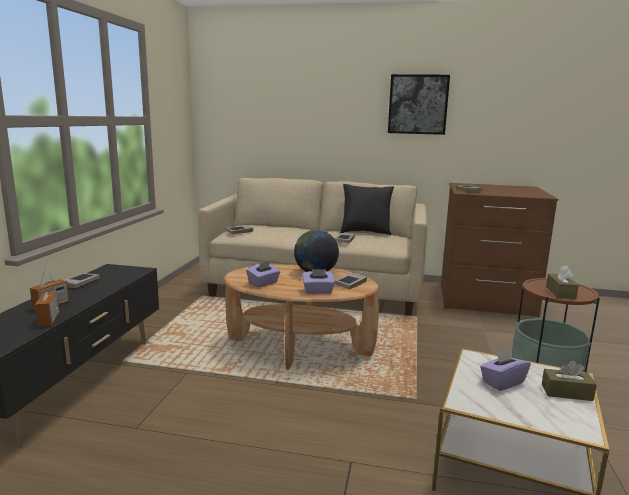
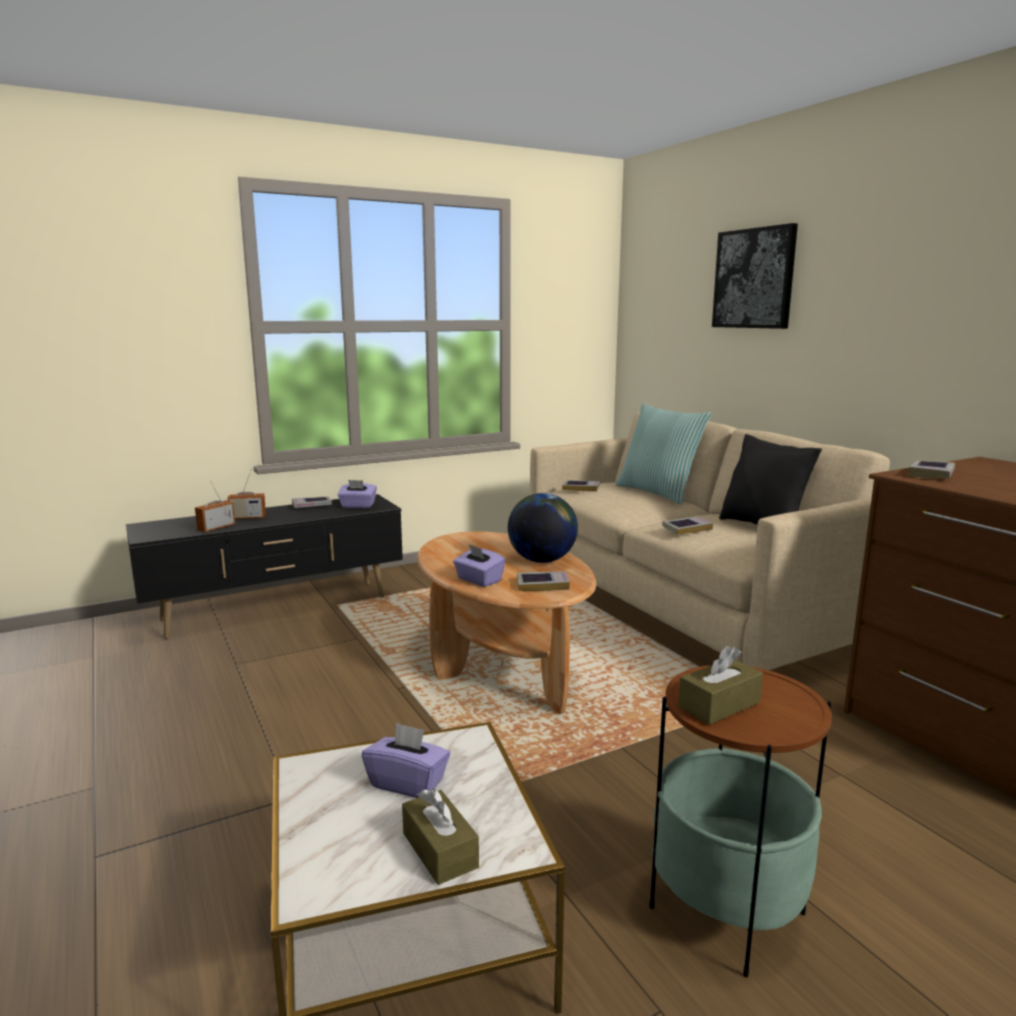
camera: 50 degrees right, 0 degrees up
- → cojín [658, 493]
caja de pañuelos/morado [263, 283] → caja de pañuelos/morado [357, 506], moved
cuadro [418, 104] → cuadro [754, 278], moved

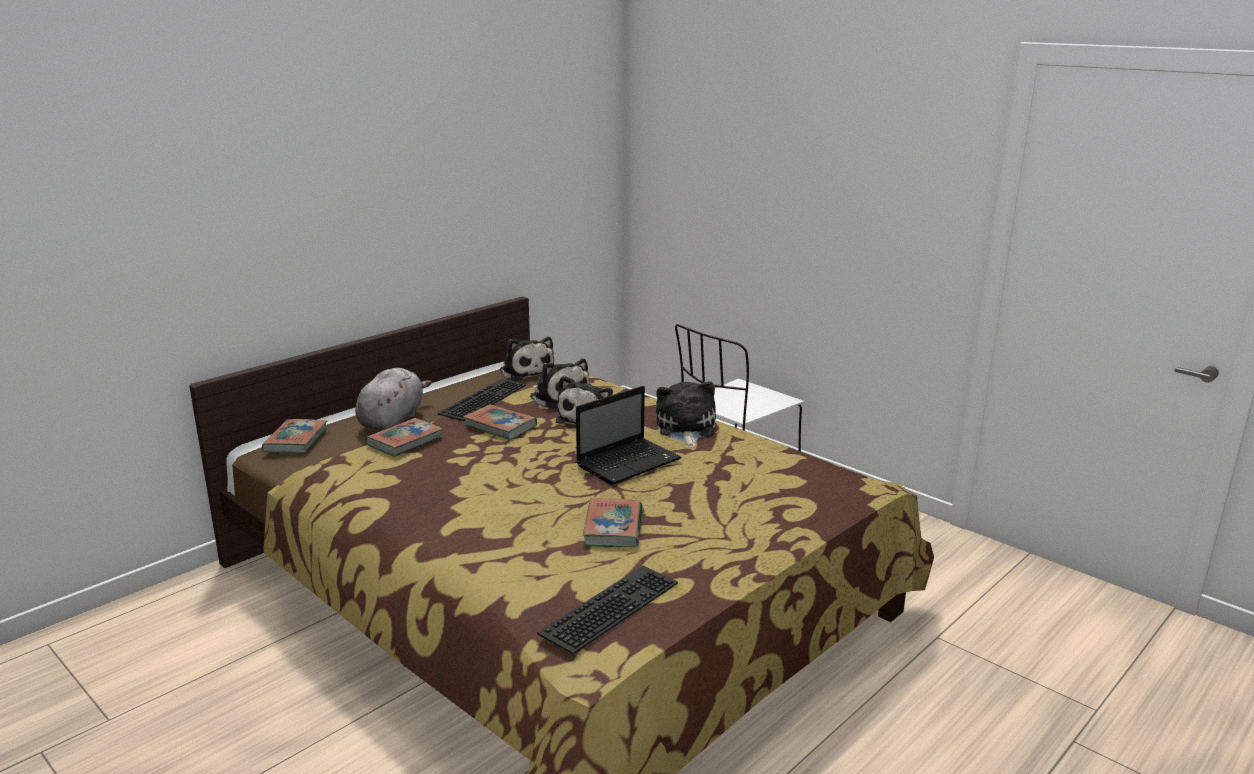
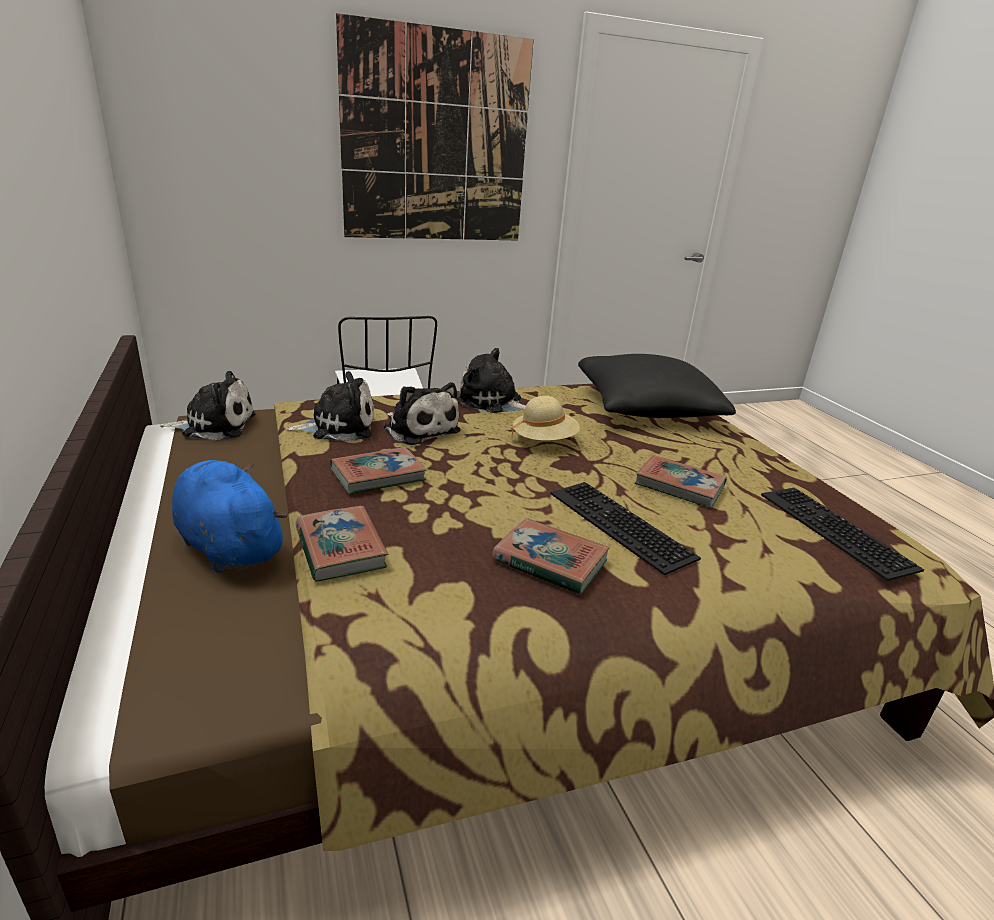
camera: 65 degrees left, 5 degrees up
- → cuadro [436, 139]
- → cojín/negro [646, 408]
libro [296, 441] → libro [550, 561], moved
teclado [482, 398] → teclado [616, 524], moved
portátil [629, 462] → sombrero/beis [544, 441]
peluche/gris [392, 420] → peluche/azul [229, 545]

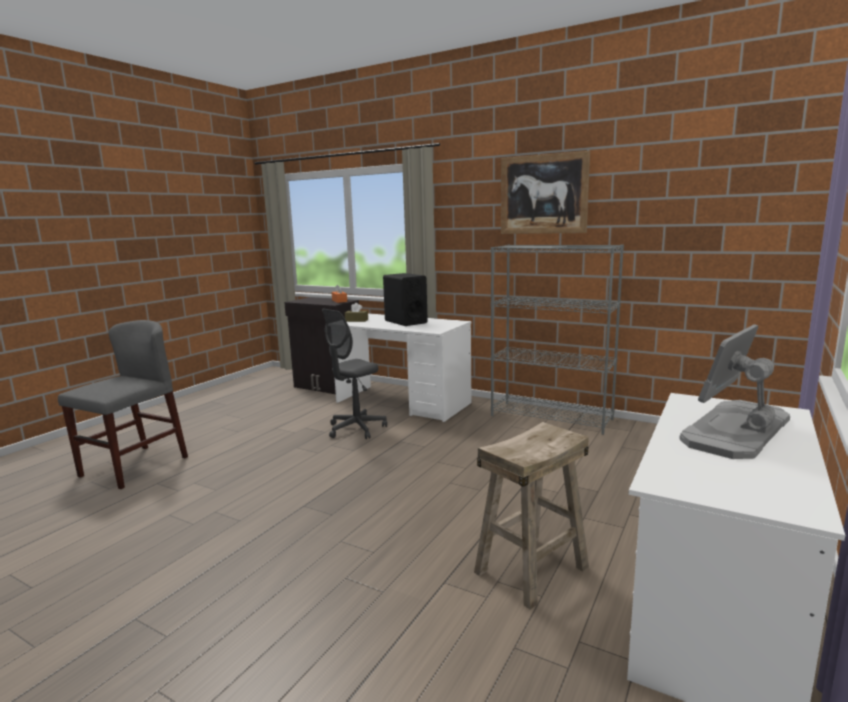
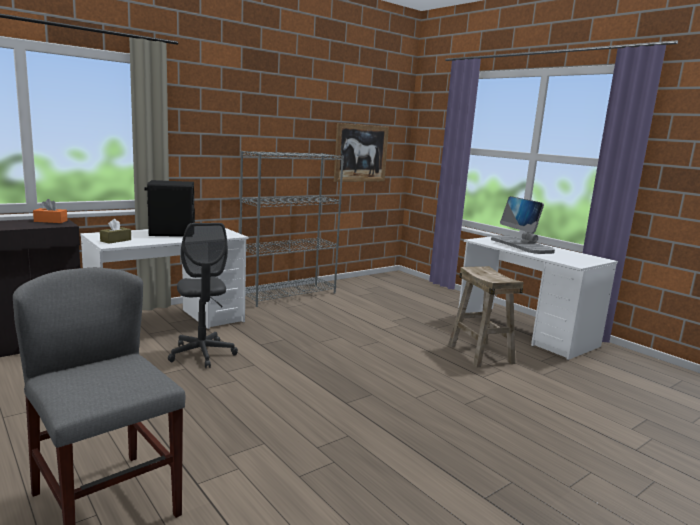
camera: 70 degrees left, 0 degrees up
cuadro [543, 194] → cuadro [361, 153], moved

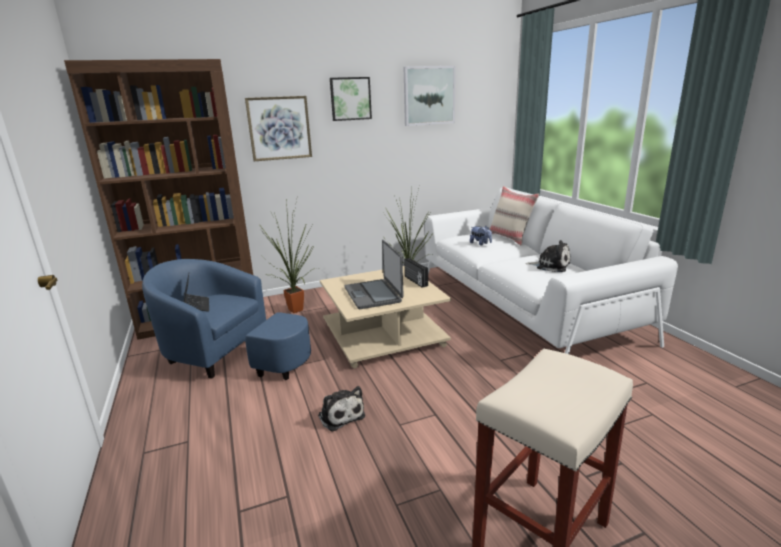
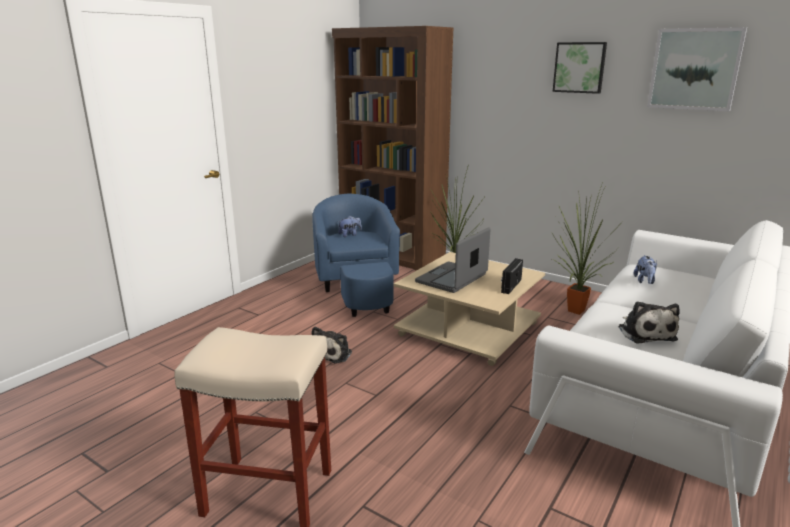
camera: 55 degrees right, 0 degrees up
cuadro [279, 128] → -
cojín/beis [510, 238] → -
portátil [196, 306] → peluche [350, 235]

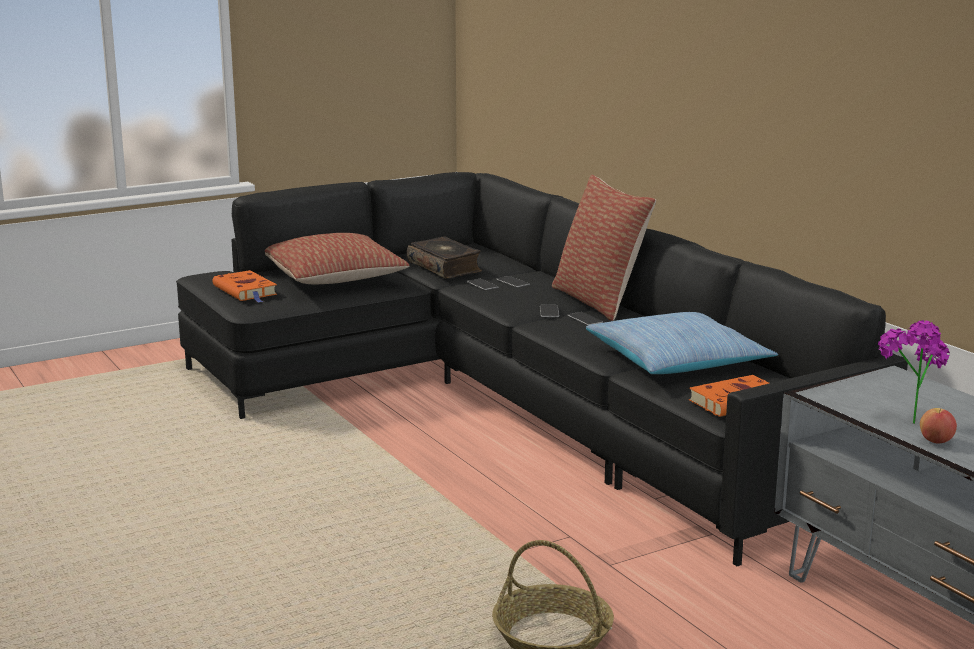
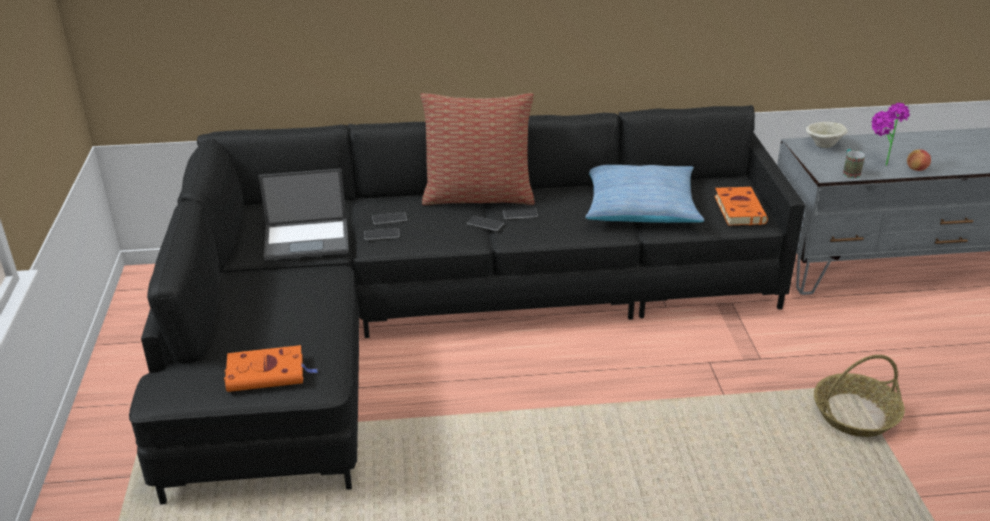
camera: 65 degrees left, 15 degrees up
cojín [335, 278] → -
- → cuenco/beis [823, 146]
- → taza grande [850, 172]
libro [445, 267] → portátil [308, 239]

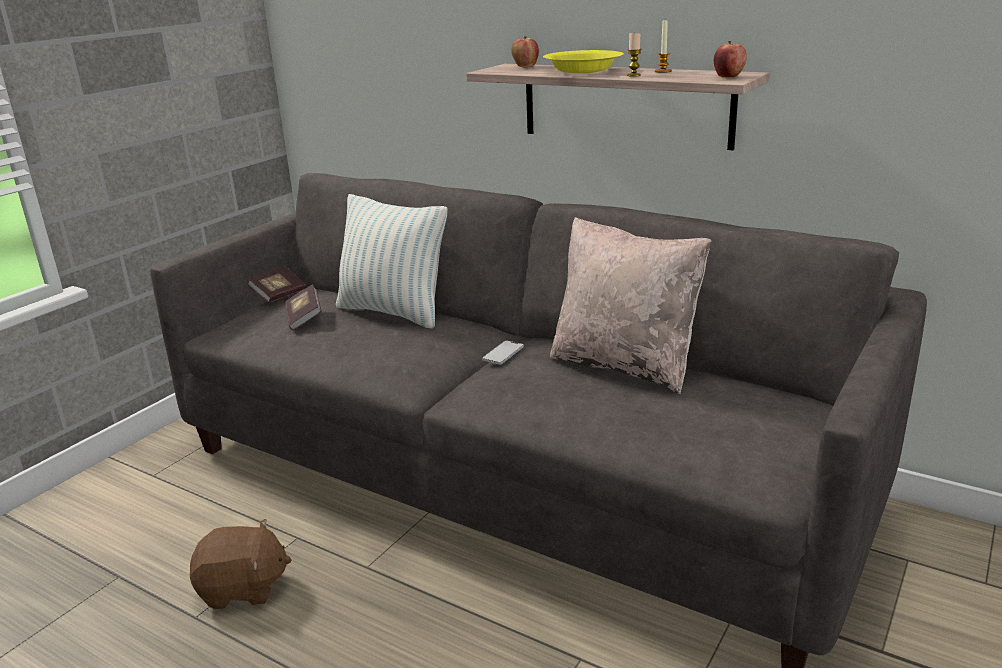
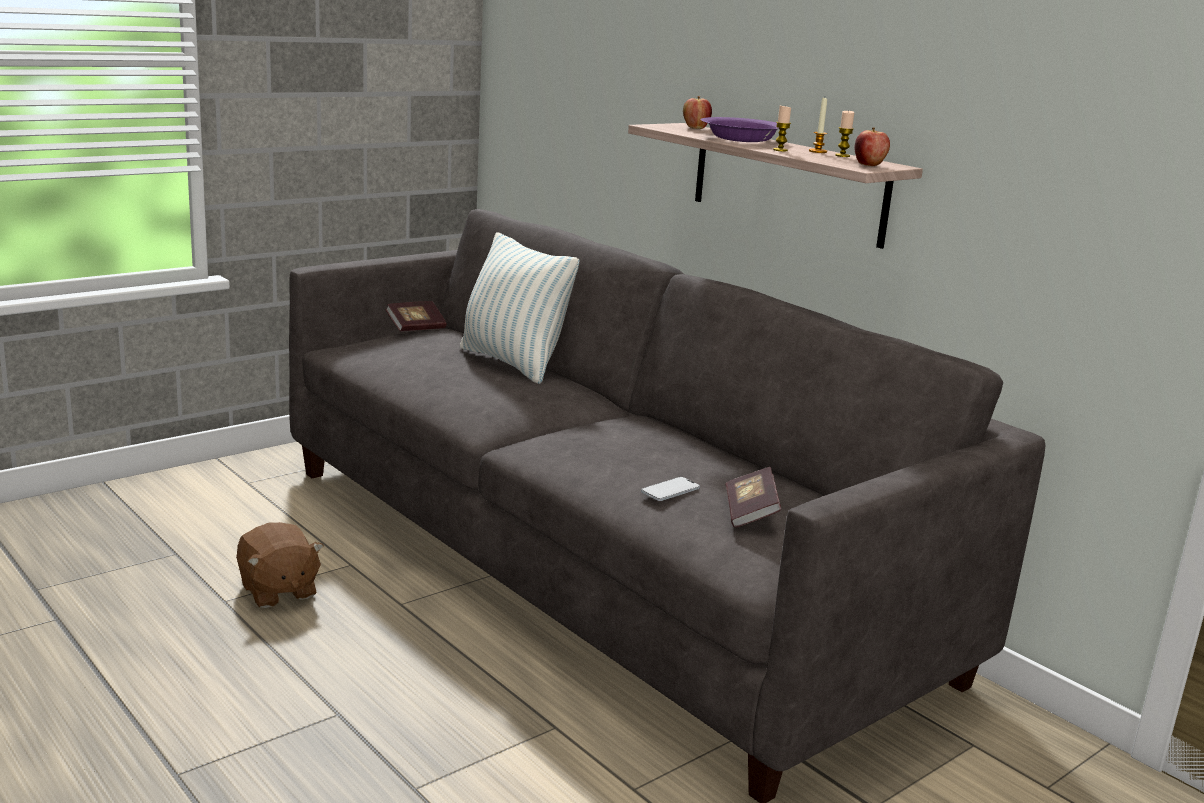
camera: 15 degrees right, 5 degrees down
cojín/beis [625, 365] → -
- → vela [842, 156]
libro [304, 318] → libro [750, 512], moved
móvil [503, 353] → móvil [670, 490], moved
cuenco/amarillo [583, 71] → cuenco/morado [741, 139]
peluche/marrón [243, 588] → peluche/marrón [277, 591], 45 degrees clockwise

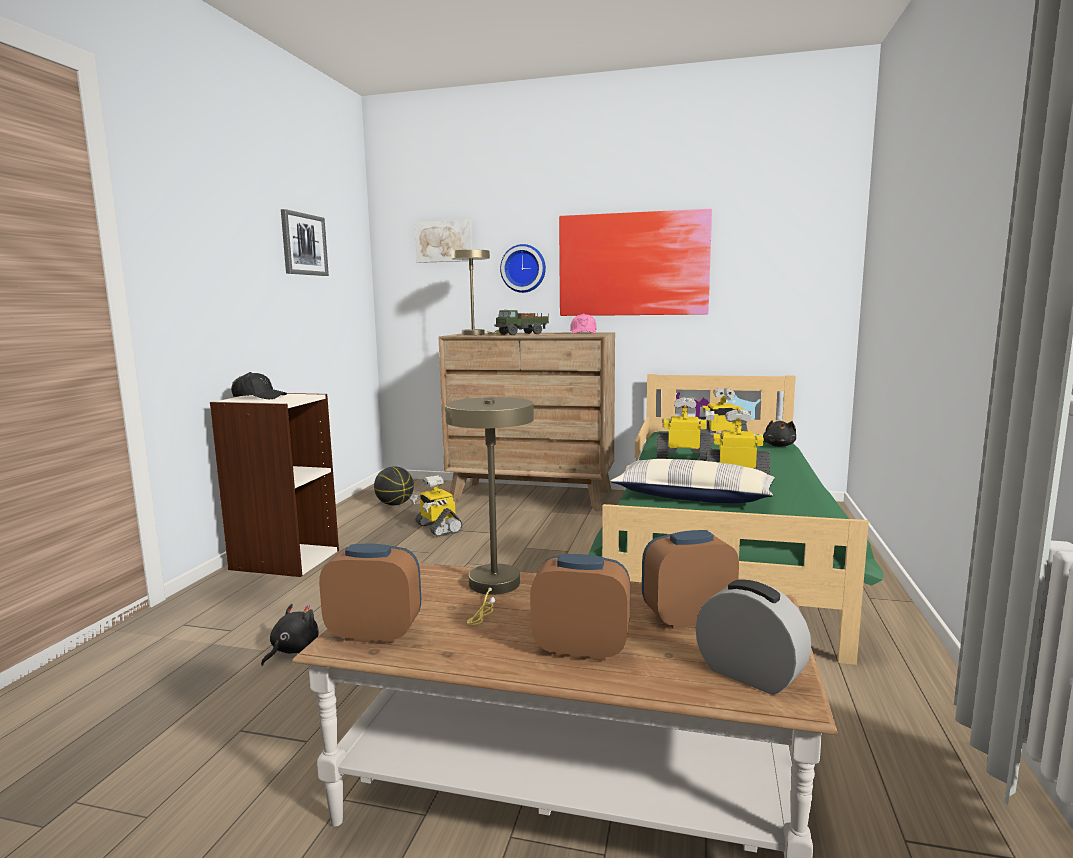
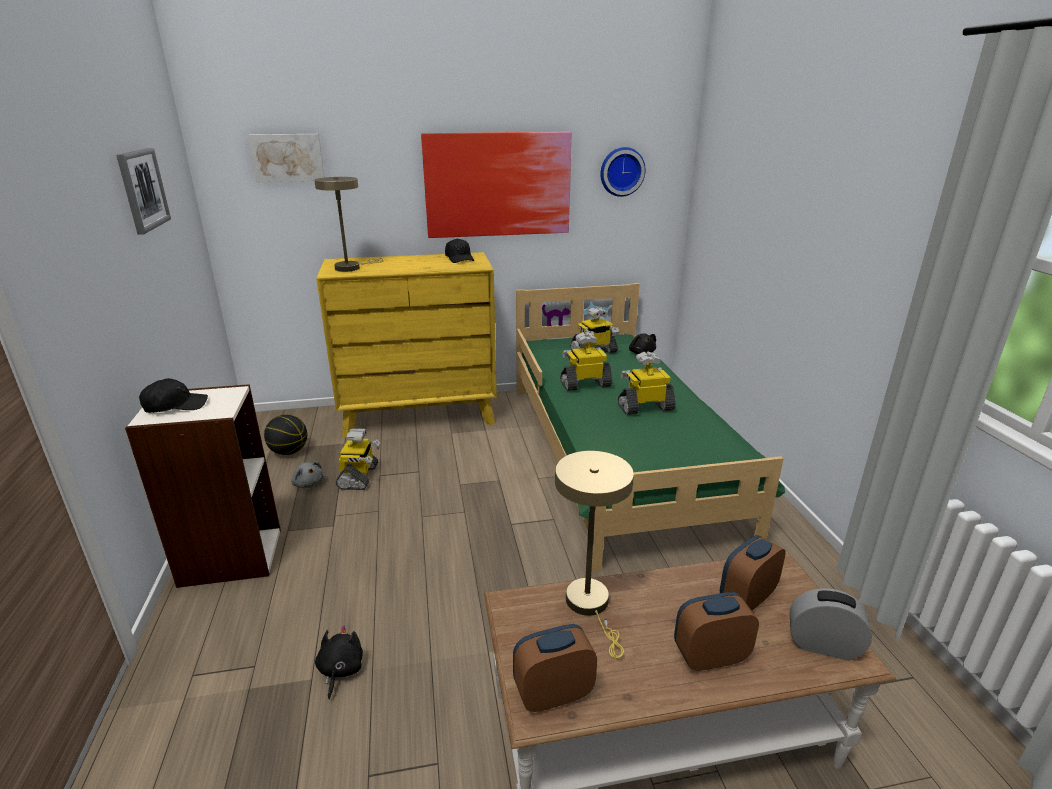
camera: 25 degrees left, 15 degrees up
camión de juguete [522, 334] → -
cojín [693, 497] → -
- → peluche/gris [308, 483]
reloj de pared [523, 268] → reloj de pared [621, 171], moved
cómoda/marrón [531, 496] → cómoda/amarillo [419, 415]
gorra/rosa [583, 333] → gorra/negro [459, 258]
robot de juguete [437, 528] → robot de juguete [359, 477], 120 degrees counterclockwise

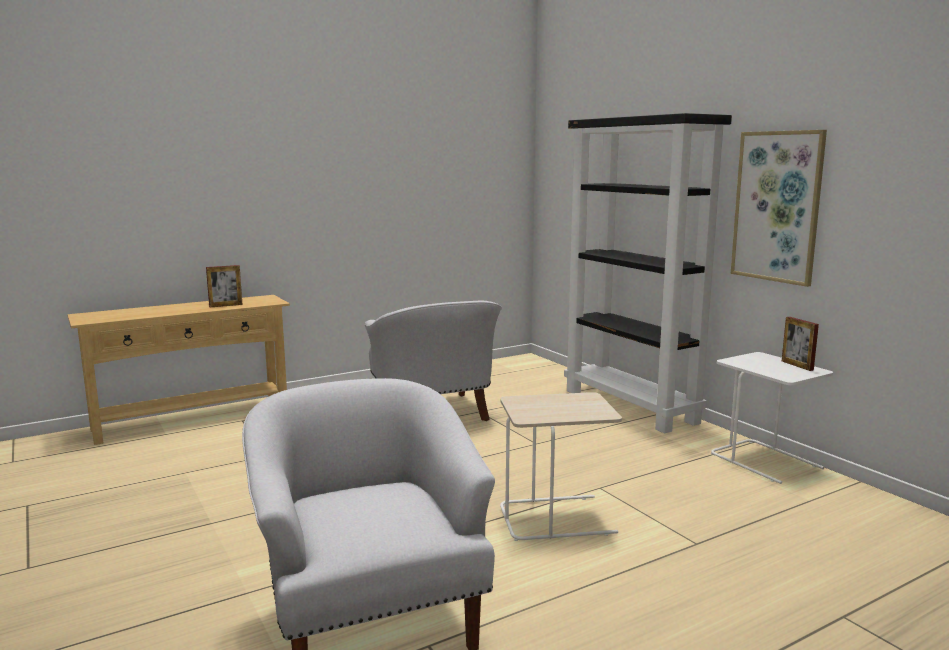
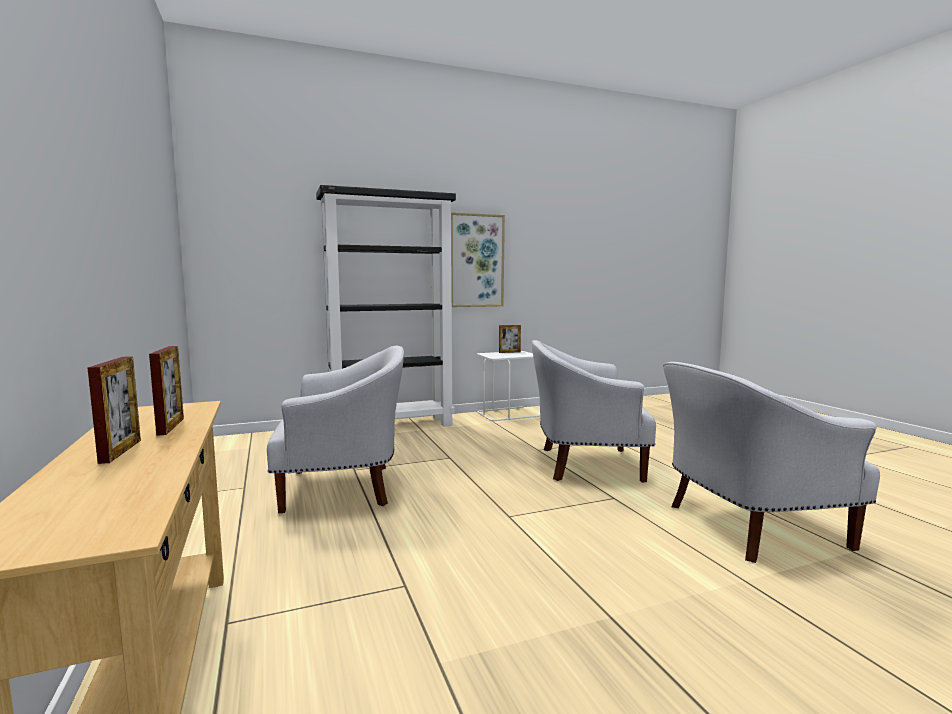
camera: 80 degrees left, 5 degrees down
- → portarretratos [120, 451]
mesa auxiliar/beis [557, 518] → sillón/blanco [584, 464]

